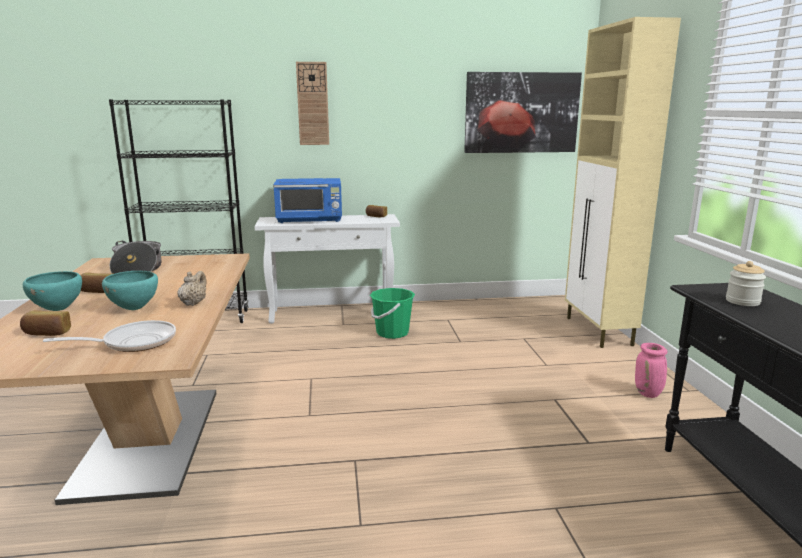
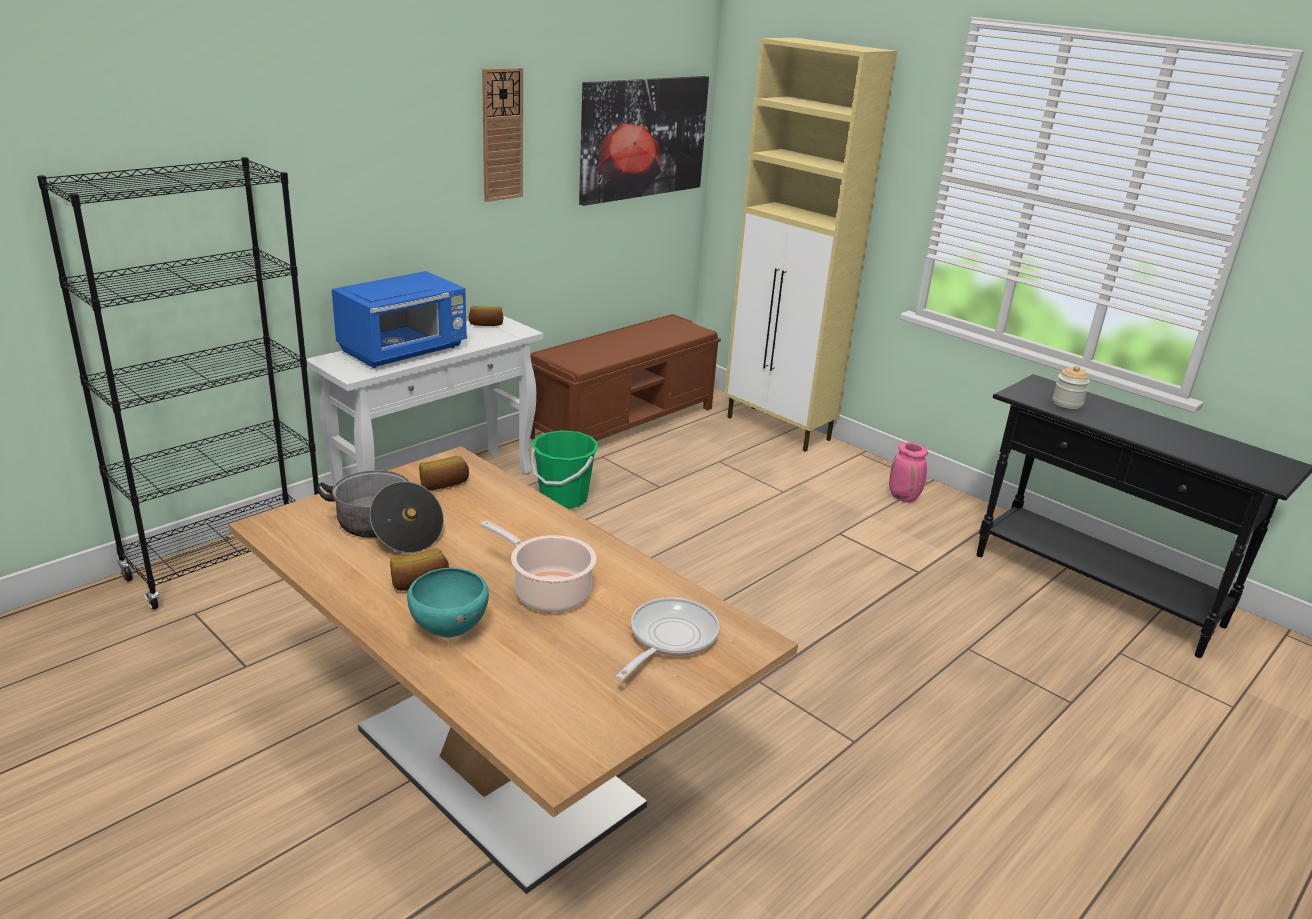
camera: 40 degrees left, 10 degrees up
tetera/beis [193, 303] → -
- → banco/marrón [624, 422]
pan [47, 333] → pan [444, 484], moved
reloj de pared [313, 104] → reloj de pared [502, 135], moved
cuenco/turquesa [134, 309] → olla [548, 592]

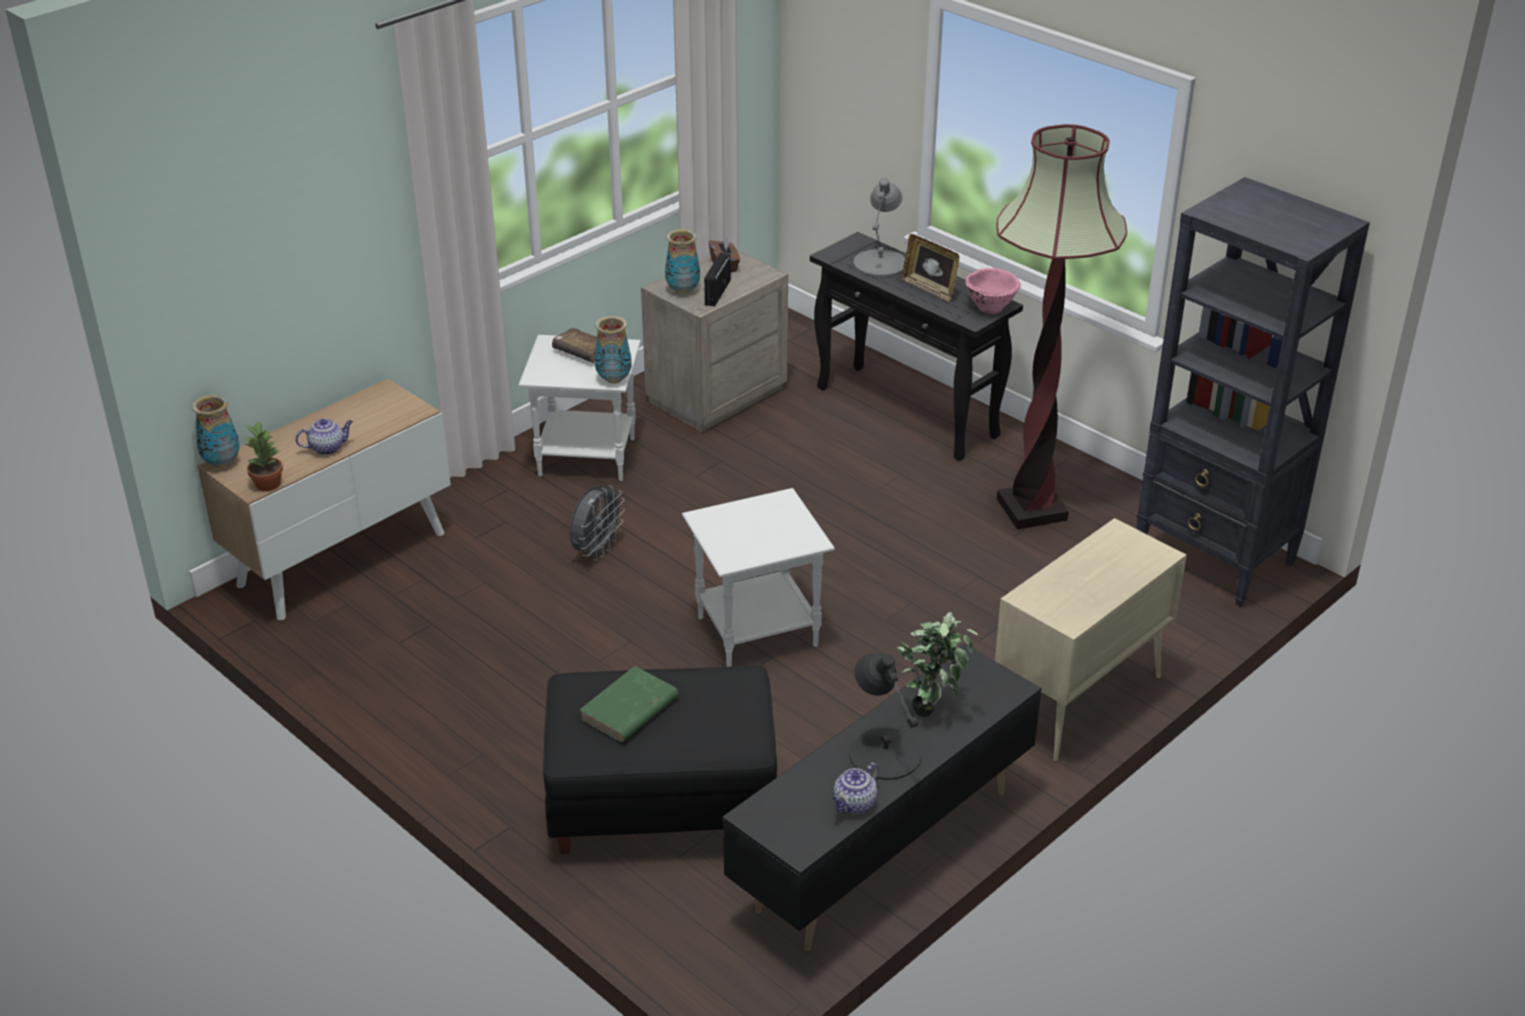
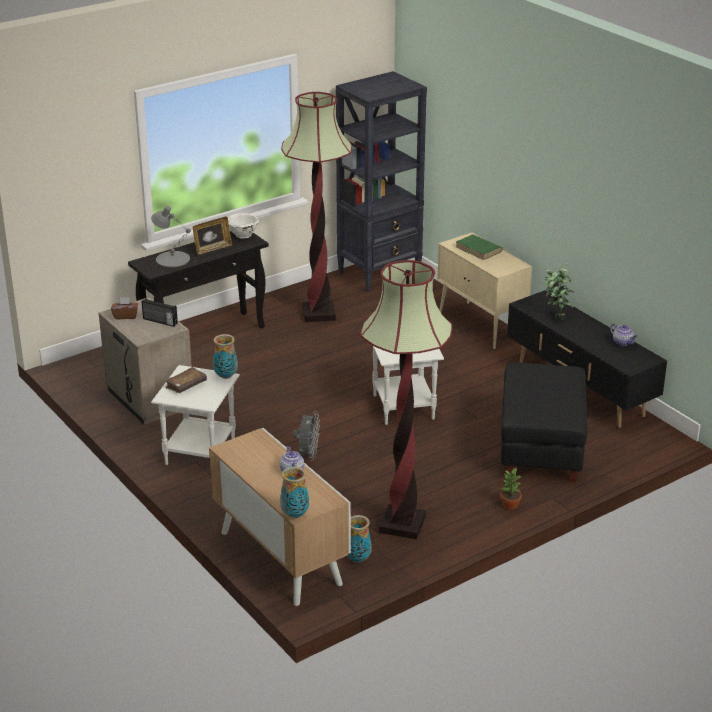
camera: 80 degrees left, 5 degrees down
lámpara de mesa/negro [885, 752] → -
- → lámpara de pie [402, 524]
planta en maceta [267, 483] → planta en maceta [509, 505], moved
libro/verde [629, 709] → libro/verde [479, 249], moved
florero [682, 290] → florero [357, 559], moved
cuenco/rosa [990, 306] → cuenco/blanco [243, 235]
ventilador/gris [596, 551] → ventilador/gris [308, 455], 60 degrees clockwise

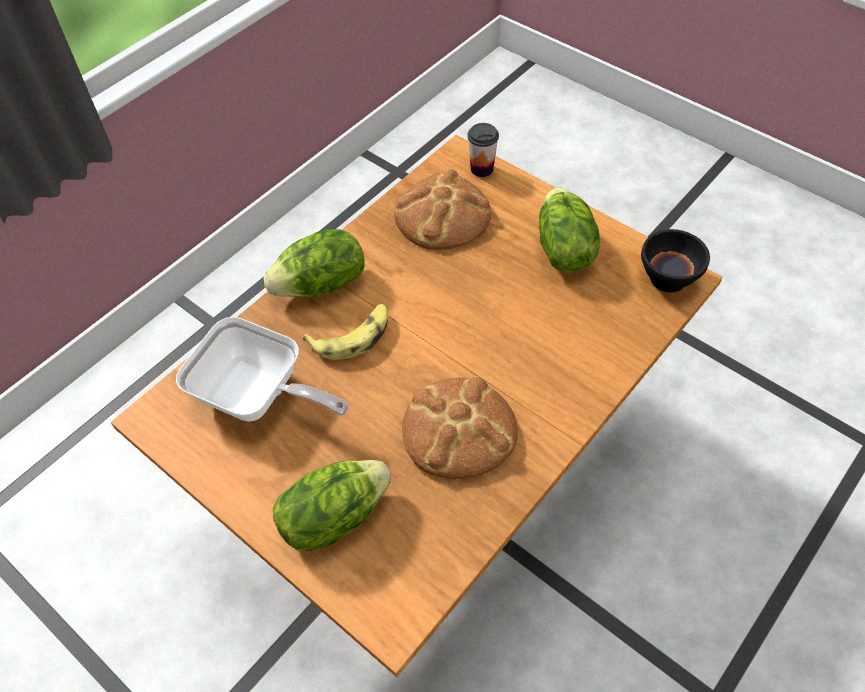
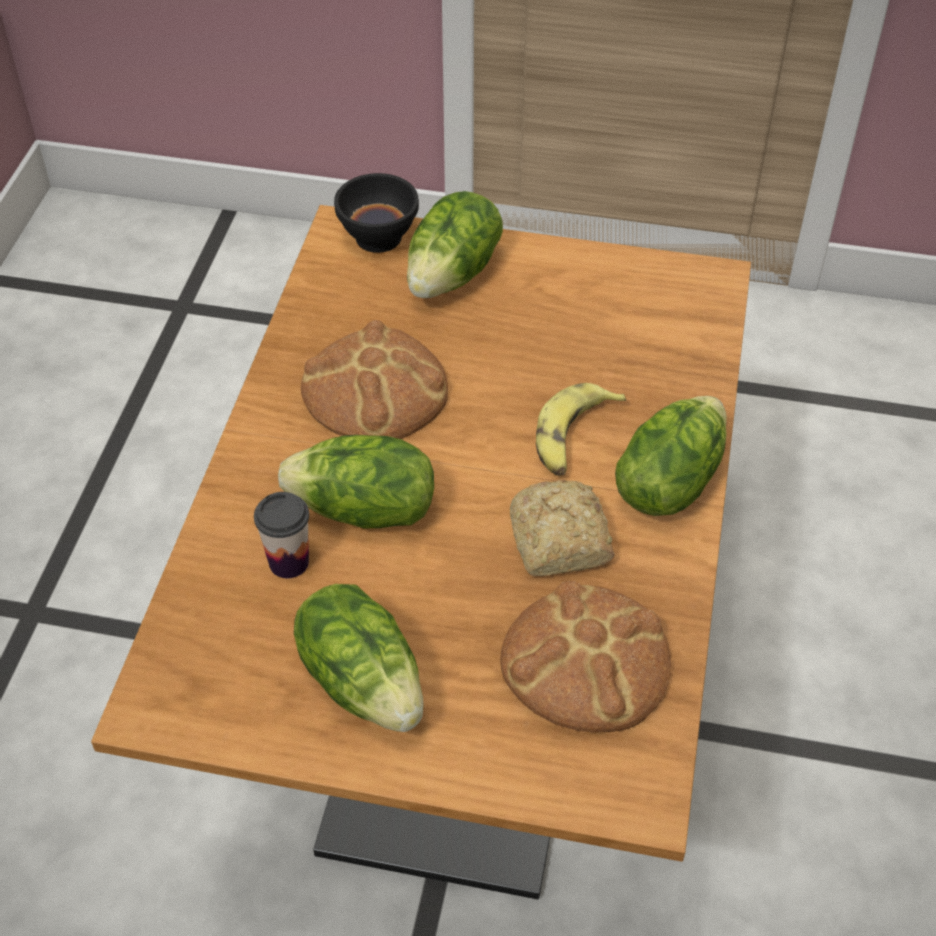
camera: 150 degrees right, 5 degrees down
sartén [258, 397] → -
- → lechuga [364, 511]
- → pan [558, 543]
taza [482, 169] → taza [289, 562], moved
cuenco/negro [667, 279] → cuenco/negro [379, 236], moved

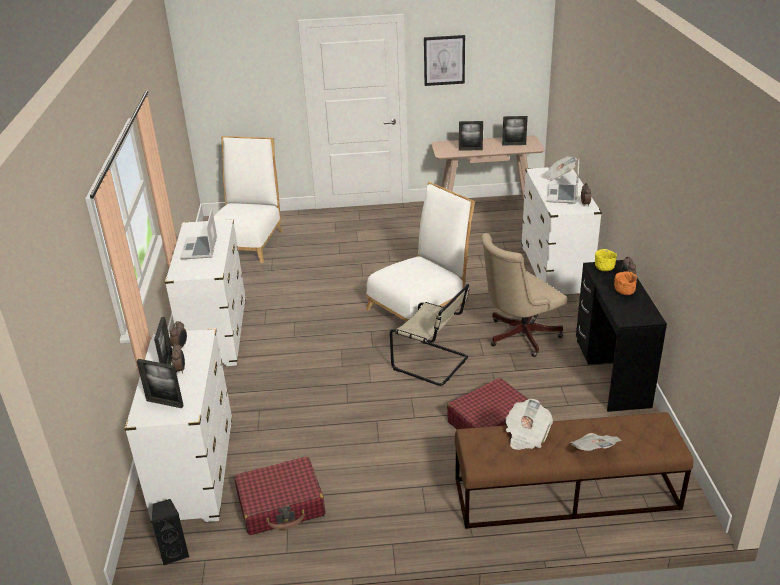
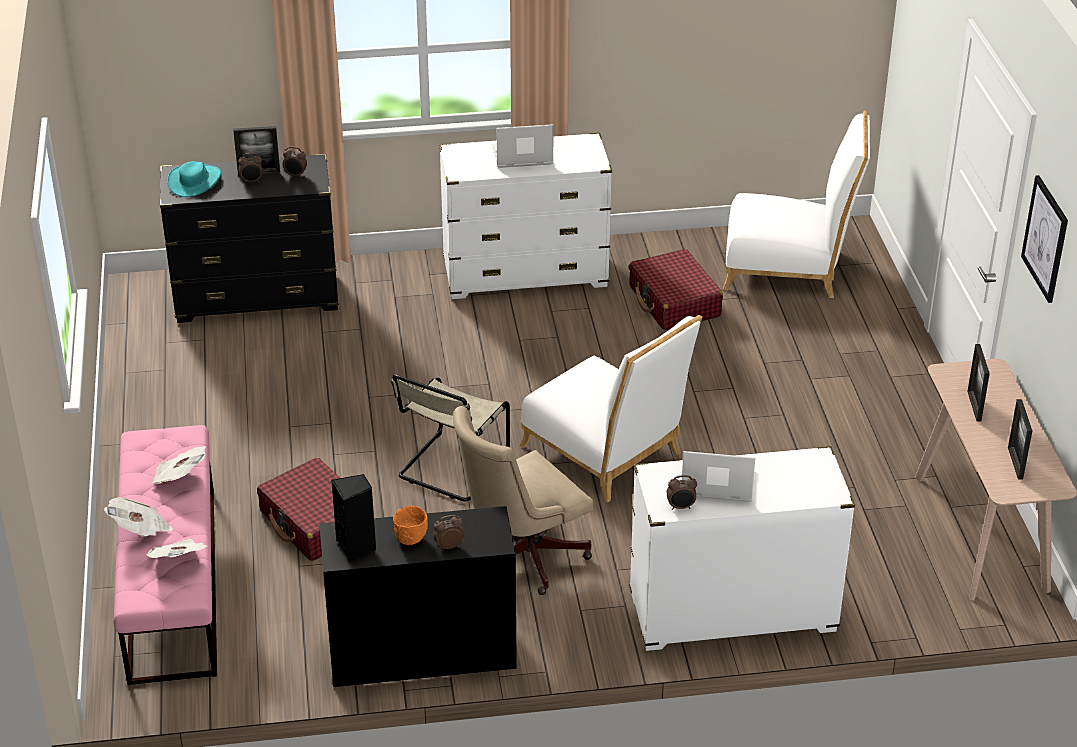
camera: 85 degrees right, 5 degrees up
cuenco/amarillo [603, 269] → -
altavoz/negro [175, 553] → altavoz/negro [357, 548], moved
maleta/rojo [281, 505] → maleta/rojo [674, 302], moved
periódico [558, 177] → periódico [179, 560], moved
portarretratos [164, 403] → sombrero/turquesa [195, 181]
cómoda/blanco [195, 471] → cómoda/negro [257, 298]
banco/marrón [565, 494] → banco/rosa [172, 581]
silla de oficina/beis [518, 336] → silla de oficina/beis [521, 557], 90 degrees counterclockwise

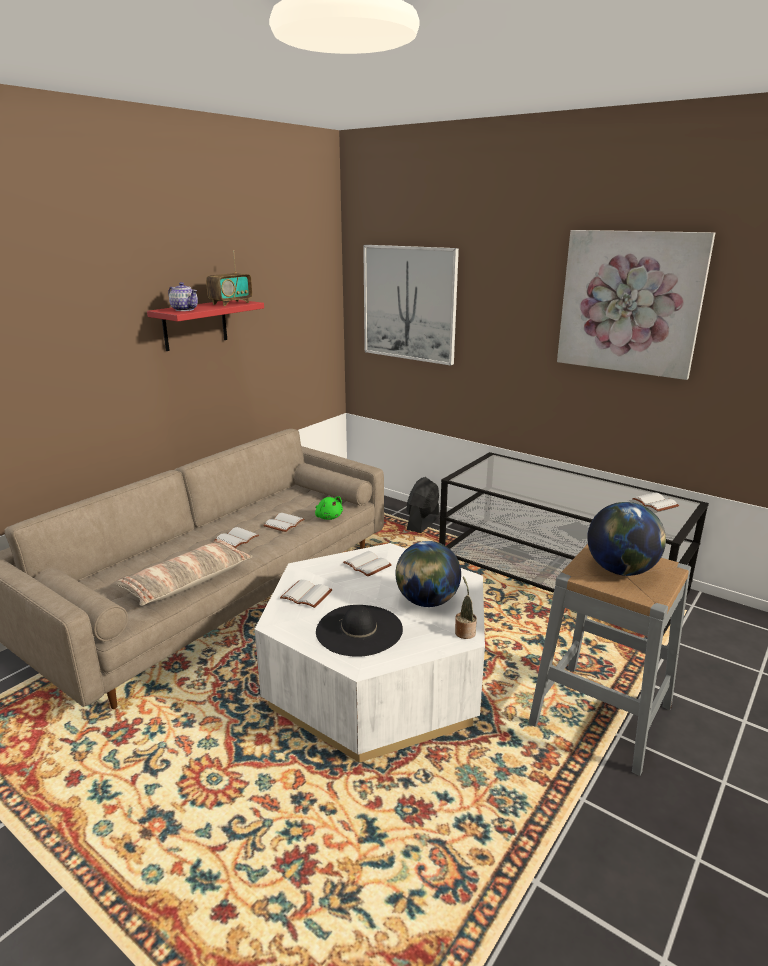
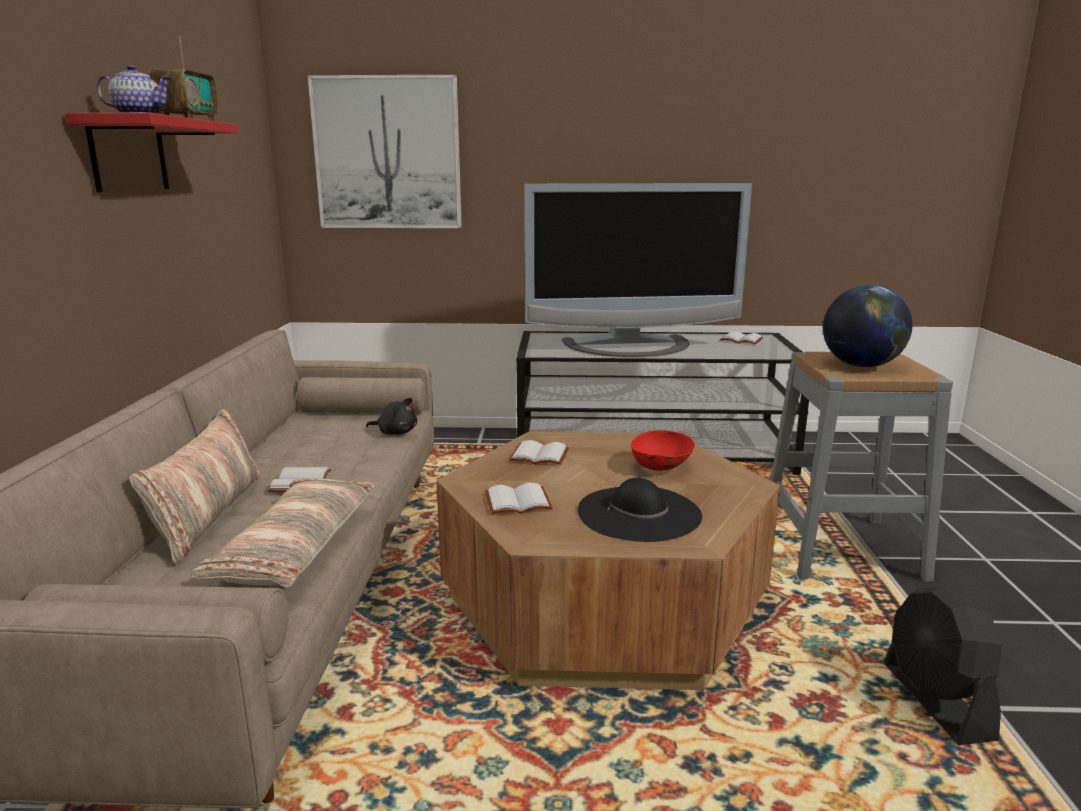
camera: 35 degrees left, 5 degrees down
libro/blanco [284, 524] → -
planta en maceta [464, 632] → -
cuadro [629, 303] → -
- → cojín [208, 514]
- → televisor [630, 346]
ventilador/negro [423, 522] → ventilador/negro [936, 701], moved
globo terráqueo [427, 601] → cuenco/rojo [661, 467]
mesa de centro/blanco [376, 678] → mesa de centro/marrón [603, 600]
peluche/verde [328, 517] → peluche/negro [395, 432]

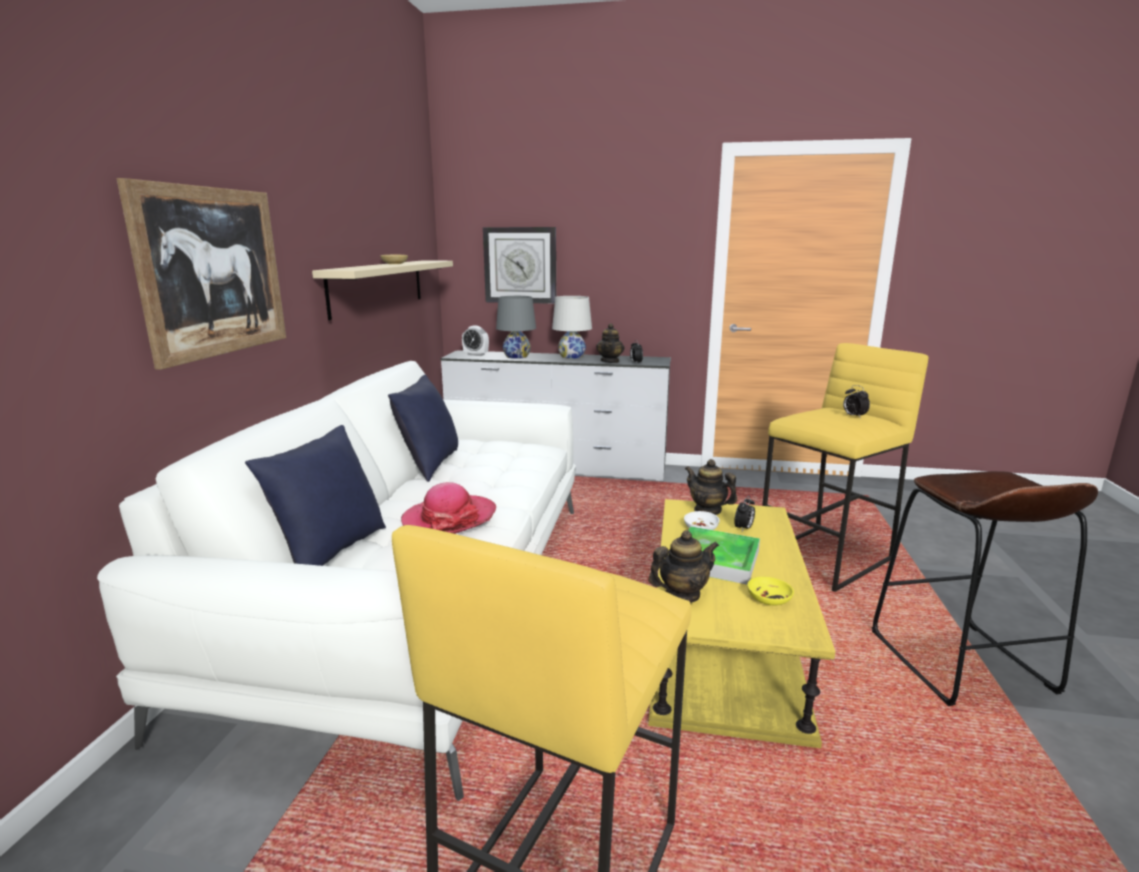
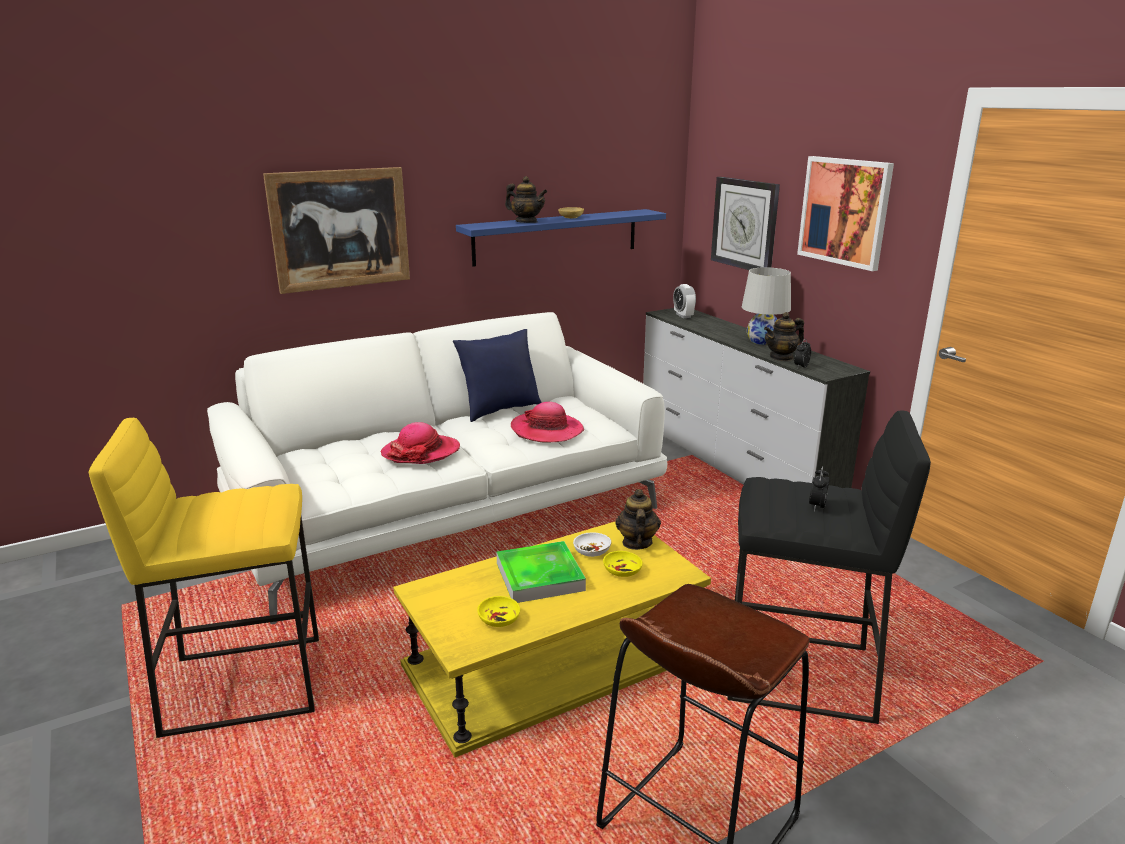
camera: 50 degrees right, 5 degrees up
cojín/azul [330, 552] → -
lámpara de mesa/gris [517, 356] → -
- → sombrero [547, 430]
- → cuadro [844, 211]
tetera [682, 595] → tetera [526, 222], moved
despertador [743, 529] → cuenco/amarillo [622, 571]
estante/beis [378, 286] → estante/azul [556, 236]
taburete/amarillo [826, 558] → taburete/negro [798, 675]

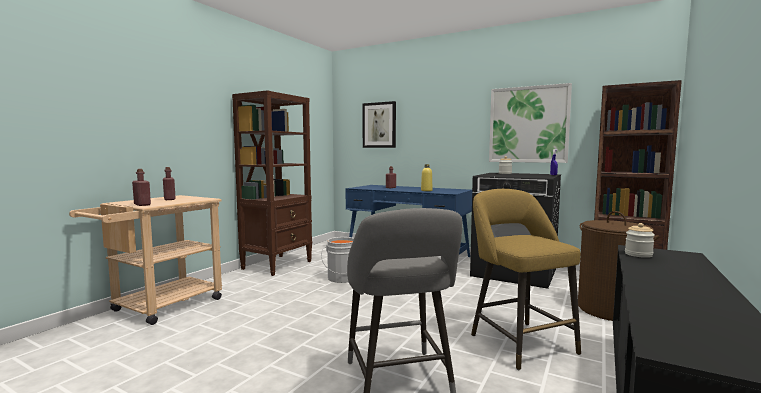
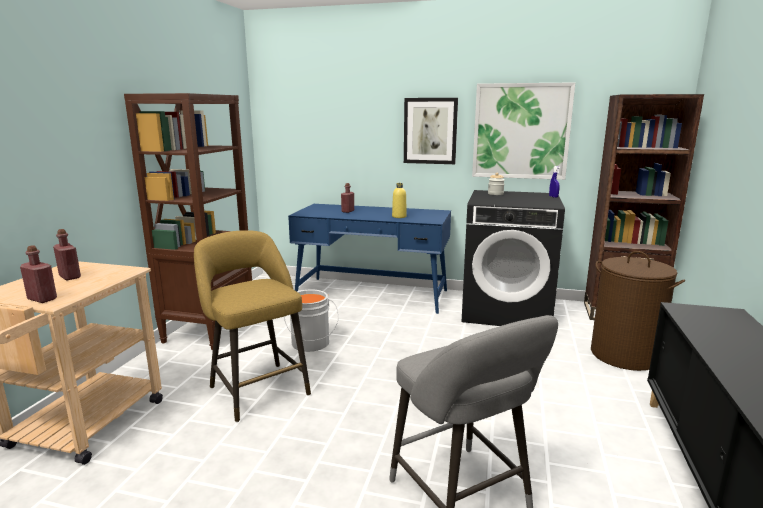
camera: 15 degrees left, 10 degrees up
tarro [638, 254] → -
cuadro [379, 125] → cuadro [430, 131], moved
taburete/amarillo [518, 342] → taburete/amarillo [257, 388], moved

